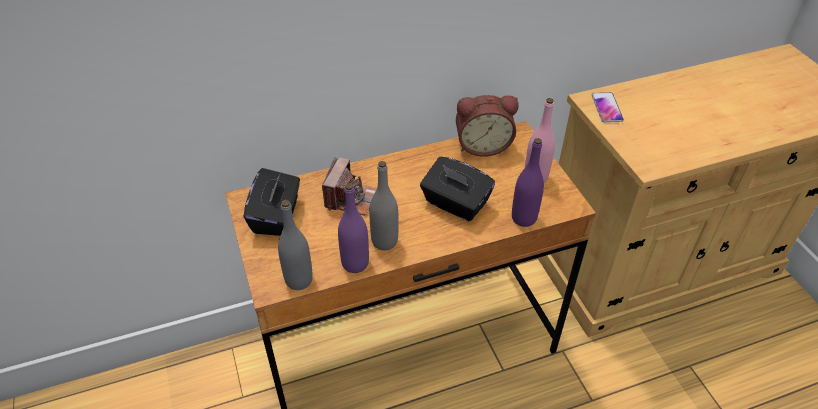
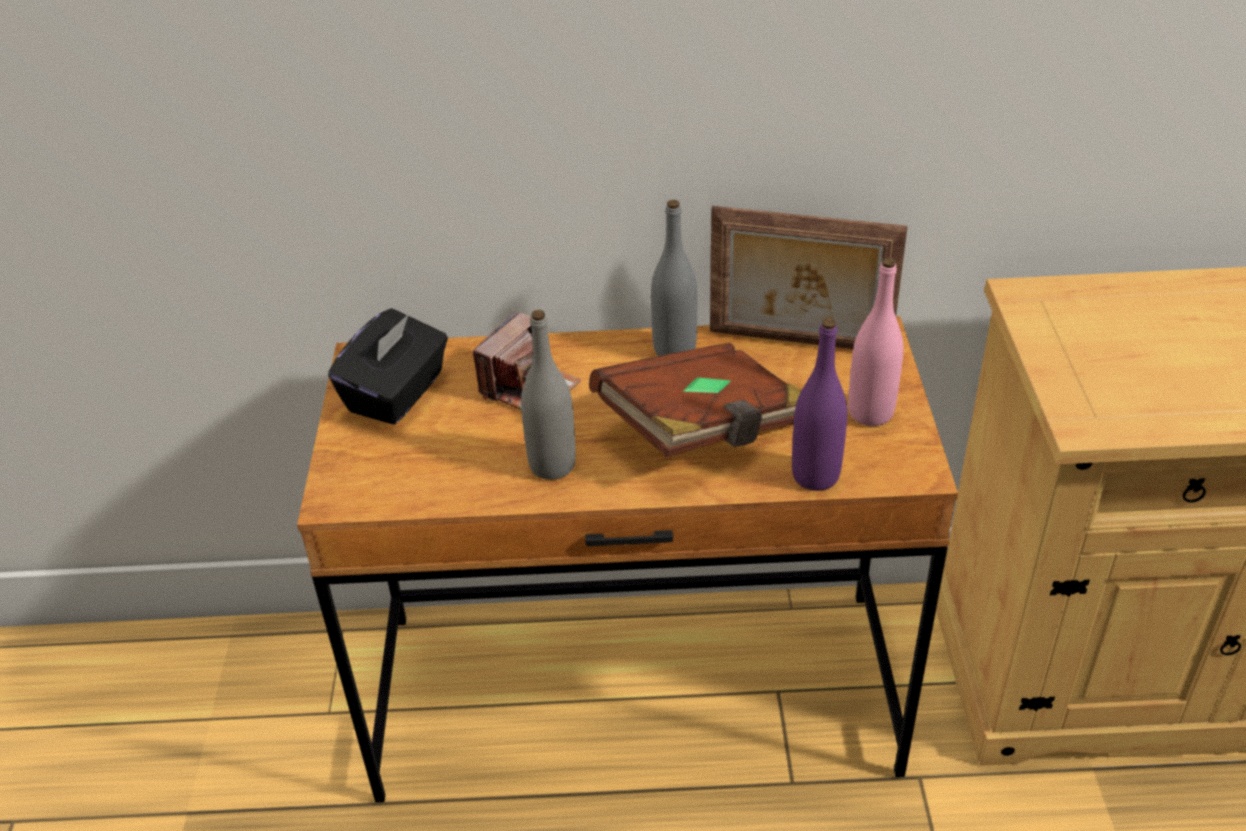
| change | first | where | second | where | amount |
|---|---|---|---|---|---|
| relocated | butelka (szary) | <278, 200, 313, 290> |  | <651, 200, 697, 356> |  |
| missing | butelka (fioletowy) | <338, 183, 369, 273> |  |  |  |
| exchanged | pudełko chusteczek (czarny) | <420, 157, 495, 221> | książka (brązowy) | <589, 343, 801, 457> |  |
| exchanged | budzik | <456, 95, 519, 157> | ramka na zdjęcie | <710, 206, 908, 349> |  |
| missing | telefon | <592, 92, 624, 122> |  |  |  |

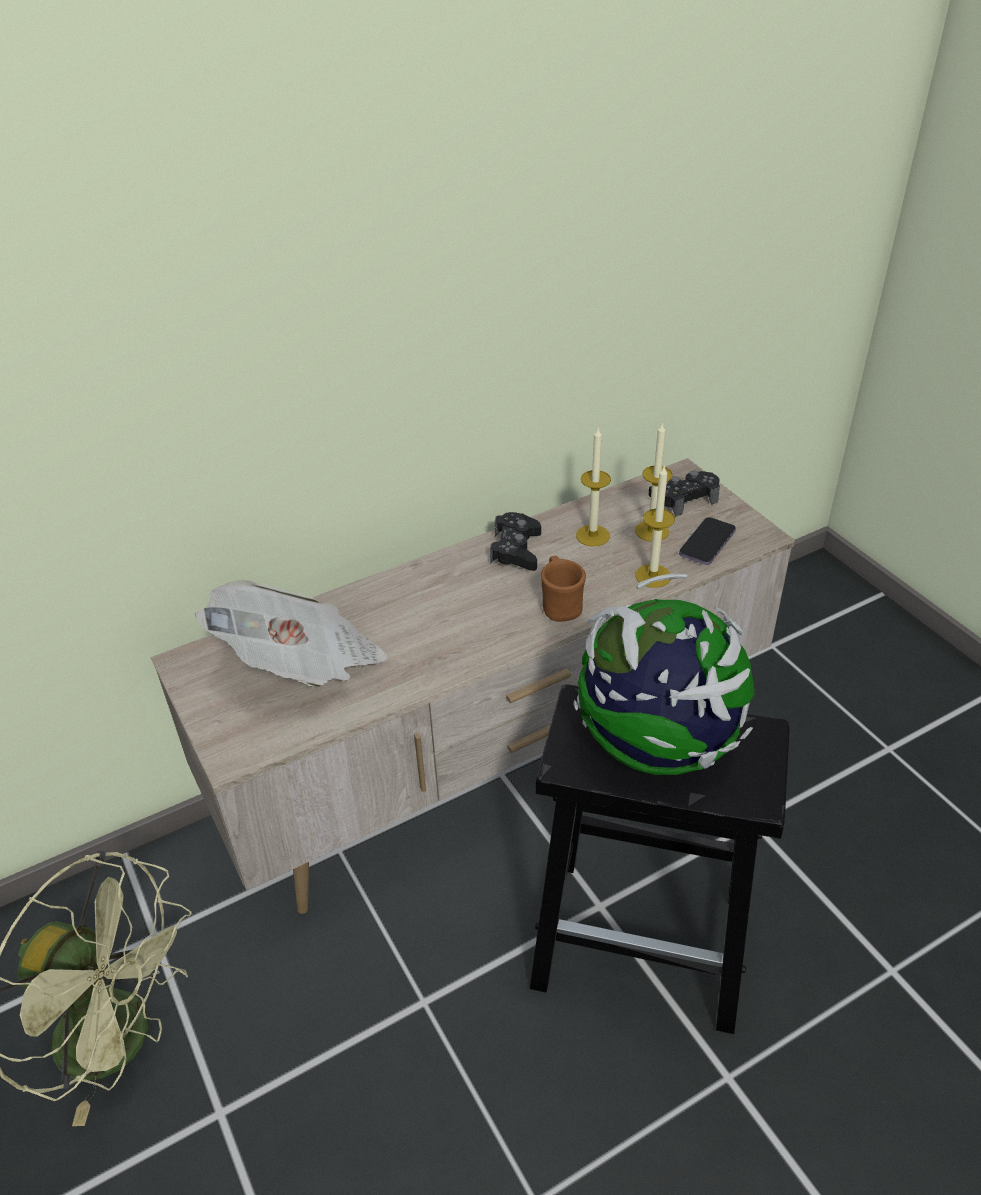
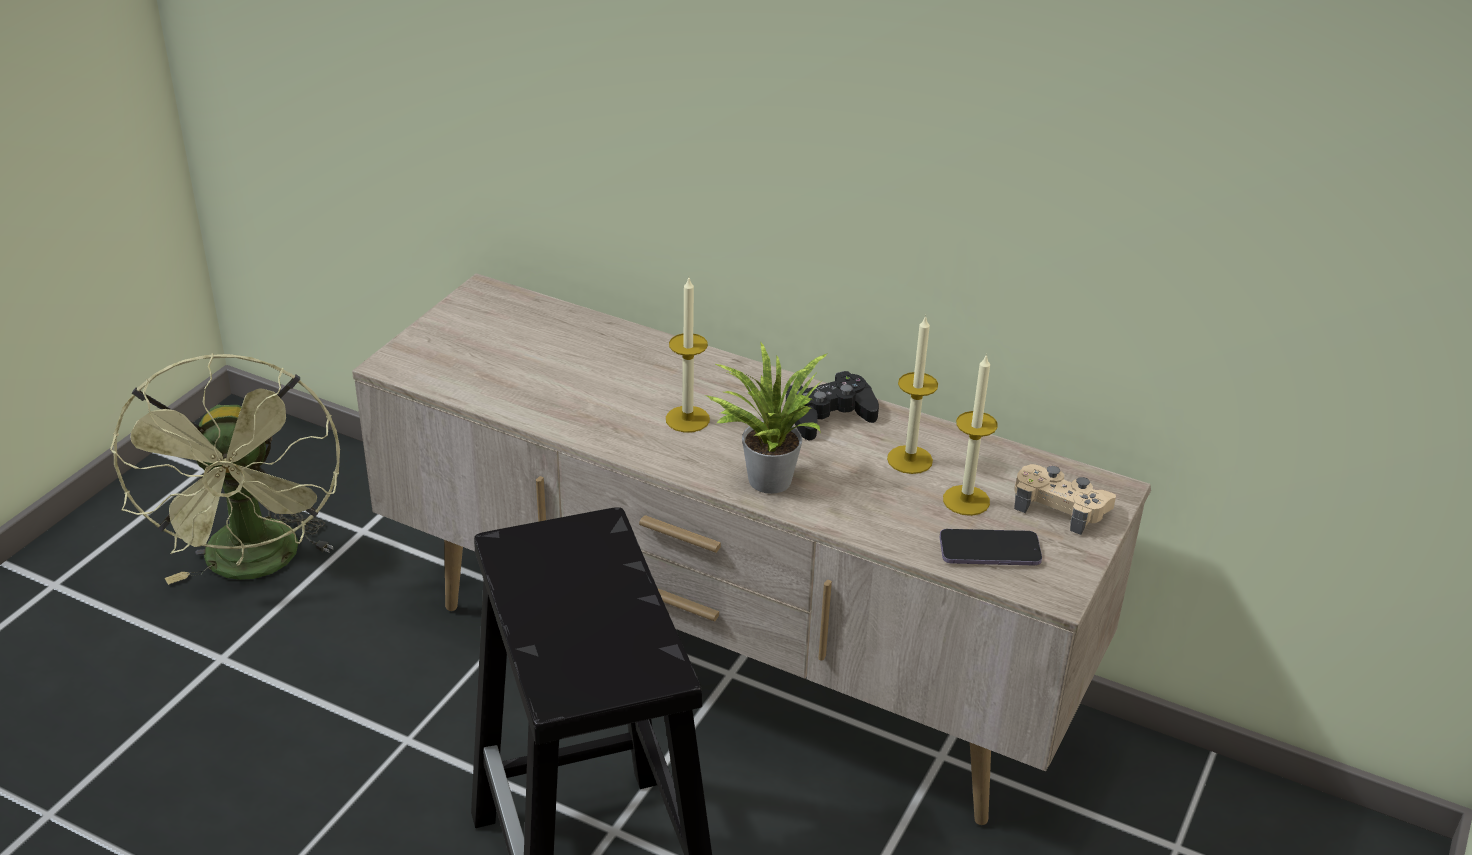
| change | first | where | second | where | amount |
|---|---|---|---|---|---|
| missing | gazeta | <195, 580, 387, 687> |  |  |  |
| exchanged | kubek (brązowy) | <541, 556, 586, 622> | roślina doniczkowa | <707, 342, 828, 494> |  |
| missing | globus | <573, 574, 755, 775> |  |  |  |
| relocated | świeca | <636, 464, 675, 588> |  | <666, 278, 710, 433> |  |
| colour | pad do gier (czarny) | <649, 471, 720, 516> | pad do gier (beżowy) | <1014, 464, 1116, 535> |  |

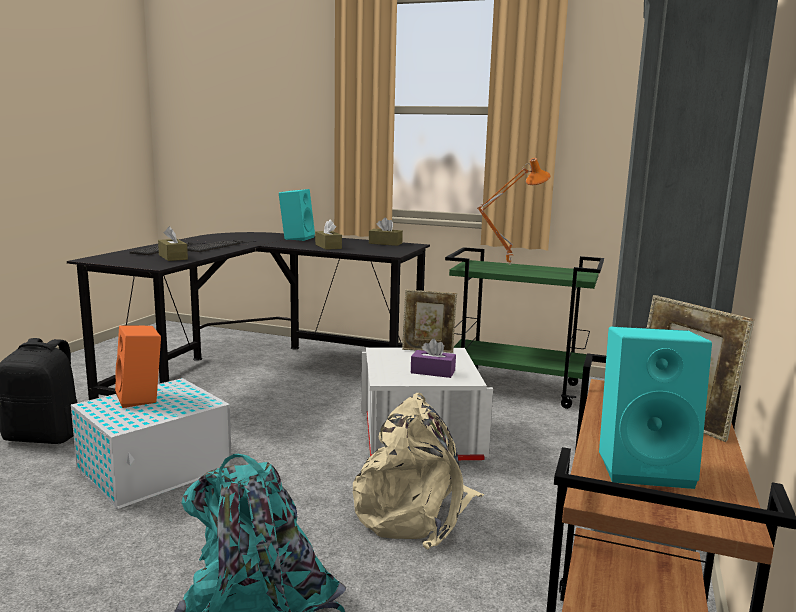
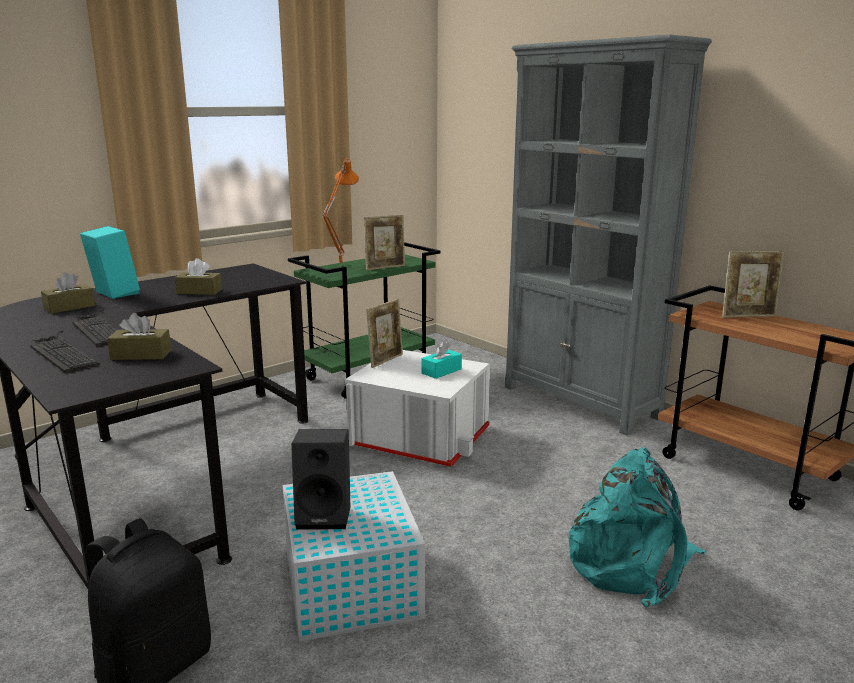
| change | first | where | second | where | amount |
|---|---|---|---|---|---|
| colour | głośnik (pomarańczowy) | <115, 325, 161, 408> | głośnik (czarny) | <291, 429, 350, 530> |  |
| missing | plecak (beżowy) | <353, 393, 484, 550> |  |  |  |
| relocated | pudełko chusteczek (brązowy) | <369, 218, 403, 246> |  | <41, 272, 95, 314> |  |
| colour | pudełko chusteczek (fioletowy) | <411, 339, 456, 378> | pudełko chusteczek (turkusowy) | <422, 341, 462, 379> |  |
| missing | głośnik (turkusowy) | <599, 327, 712, 489> |  |  |  |
| appeared |  |  | ramka na zdjęcie | <364, 215, 405, 270> |  |

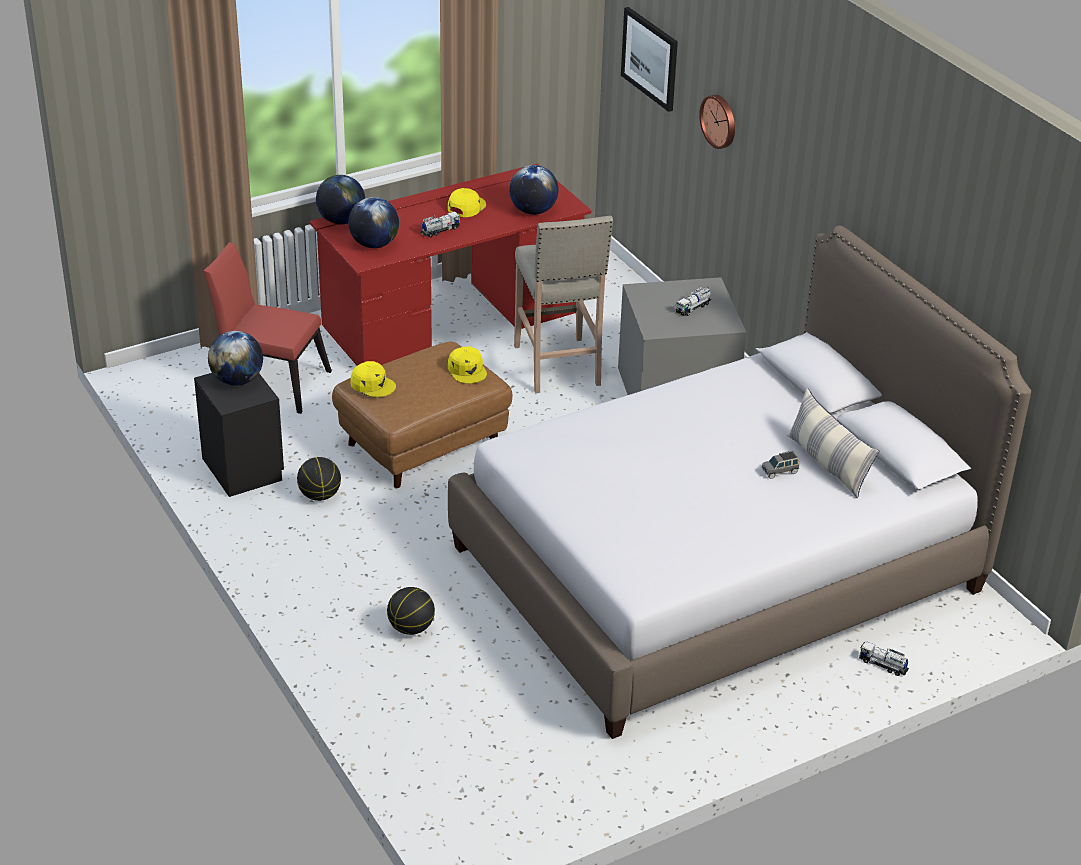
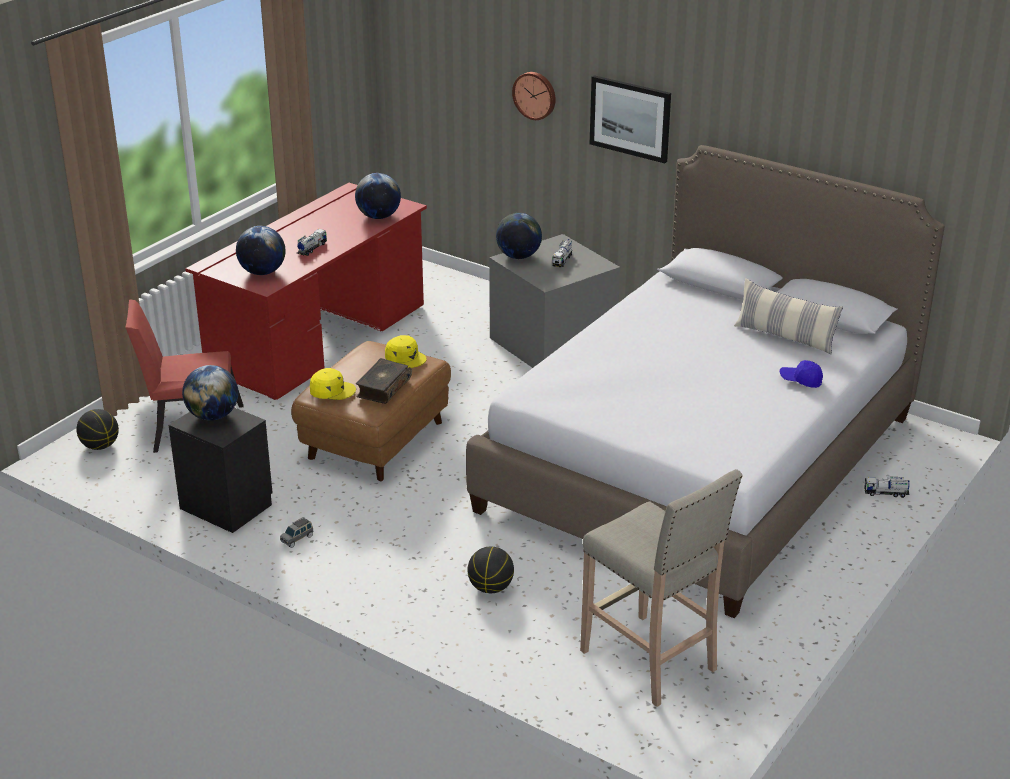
| change | first | where | second | where | amount |
|---|---|---|---|---|---|
| relocated | piłka do koszykówki | <297, 457, 341, 501> |  | <76, 409, 119, 450> |  |
| relocated | globus | <316, 175, 365, 225> |  | <496, 213, 542, 259> |  |
| missing | czapka z daszkiem (żółty) | <448, 188, 486, 217> |  |  |  |
| relocated | stołek (beżowy) | <514, 216, 613, 393> |  | <580, 469, 743, 707> |  |
| relocated | obraz | <621, 7, 678, 112> |  | <590, 75, 671, 163> |  |
| relocated | samochodzik (szary) | <762, 451, 799, 479> |  | <280, 517, 314, 548> |  |
| appeared |  |  | książka | <356, 358, 412, 404> |  |
| appeared |  |  | czapka z daszkiem (niebieski) | <780, 360, 823, 388> |  |

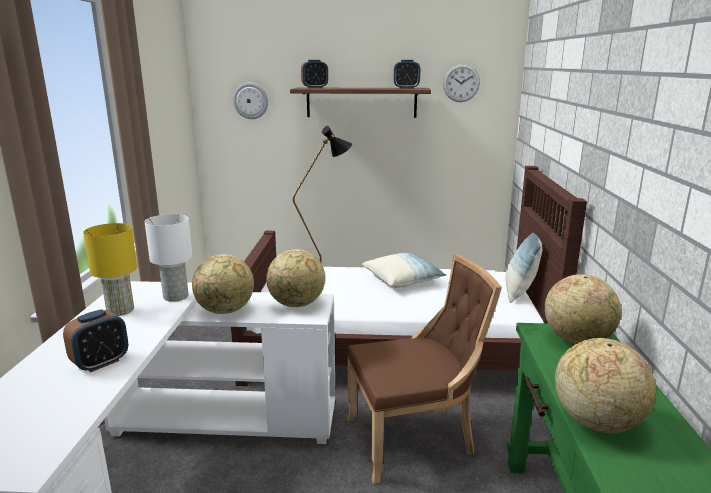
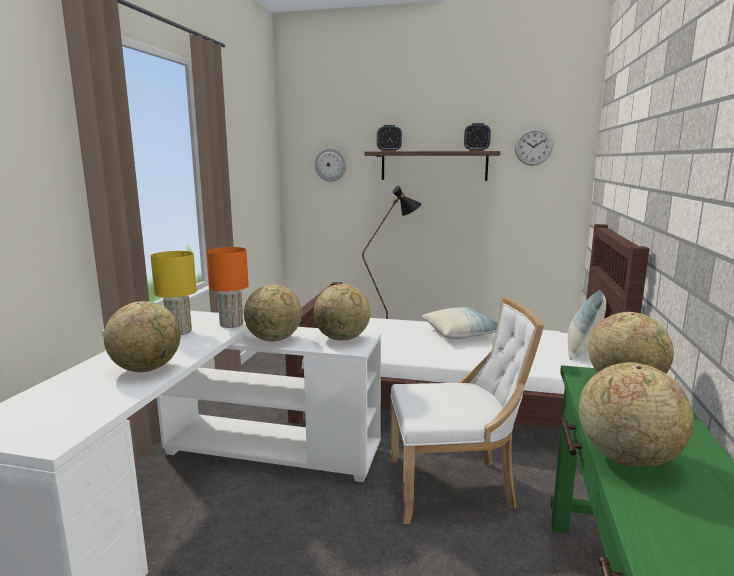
| change | first | where | second | where | amount |
|---|---|---|---|---|---|
| exchanged | budzik | <63, 309, 128, 372> | globus | <104, 301, 181, 372> |  |
| colour | lampa stołowa (biały) | <145, 214, 193, 302> | lampa stołowa (pomarańczowy) | <206, 247, 249, 328> |  |
| colour | krzesło (brązowy) | <347, 254, 502, 484> | krzesło (biały) | <389, 298, 544, 524> |  |

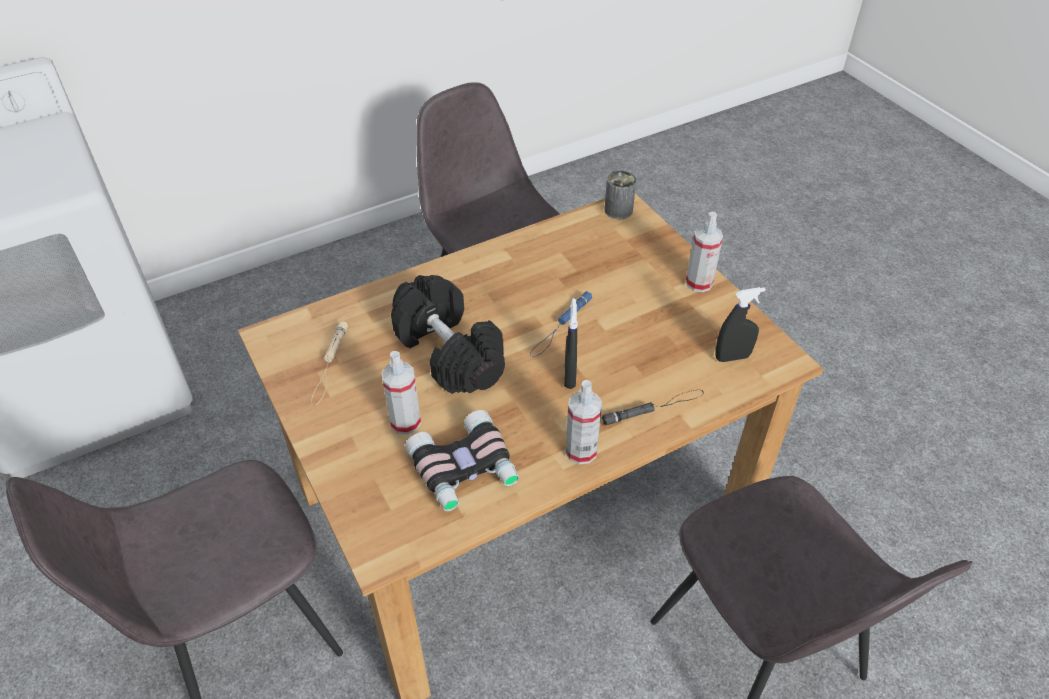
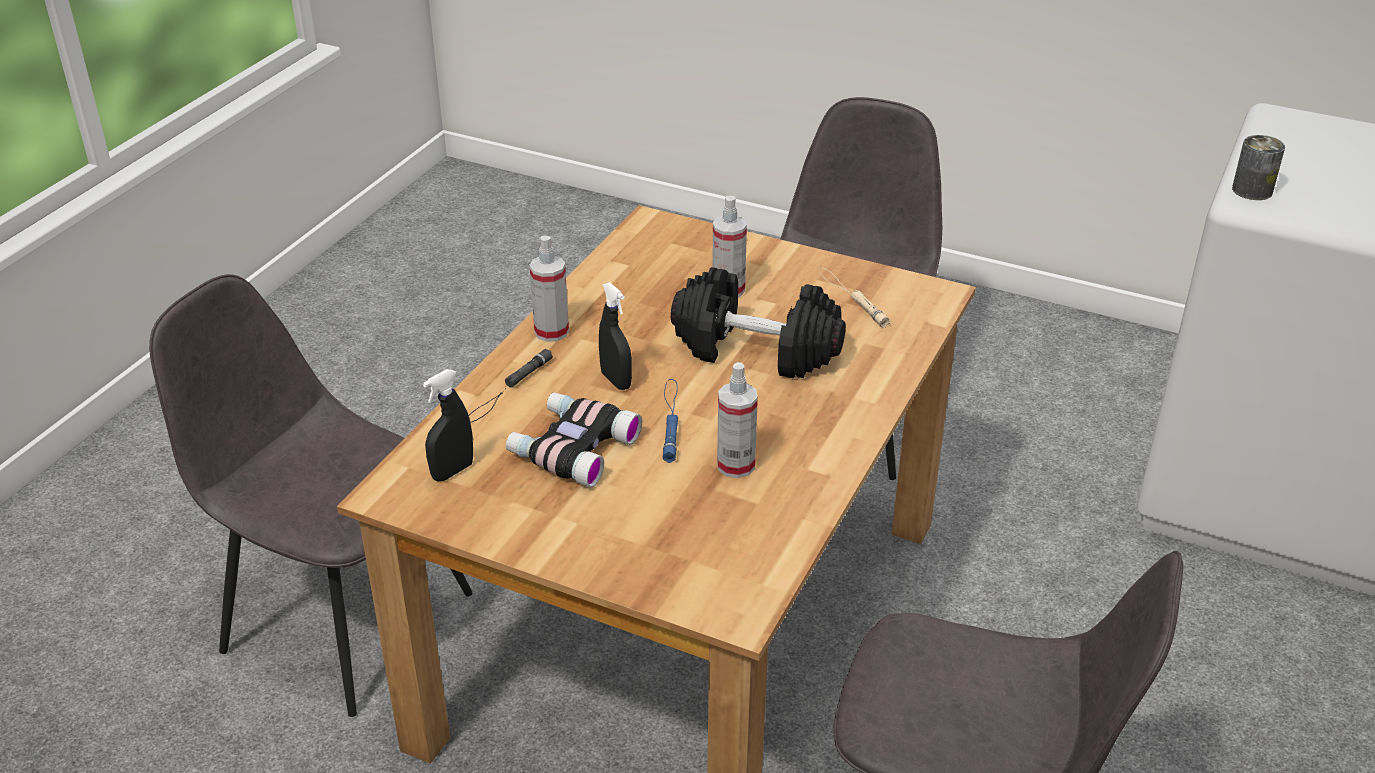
| change | first | where | second | where | amount |
|---|---|---|---|---|---|
| relocated | lornetka | <405, 410, 519, 511> |  | <506, 392, 642, 487> |  |
| relocated | puszka | <604, 170, 636, 219> |  | <1232, 135, 1285, 200> |  |
| relocated | spryskiwacz | <686, 212, 723, 292> |  | <717, 362, 758, 478> |  |

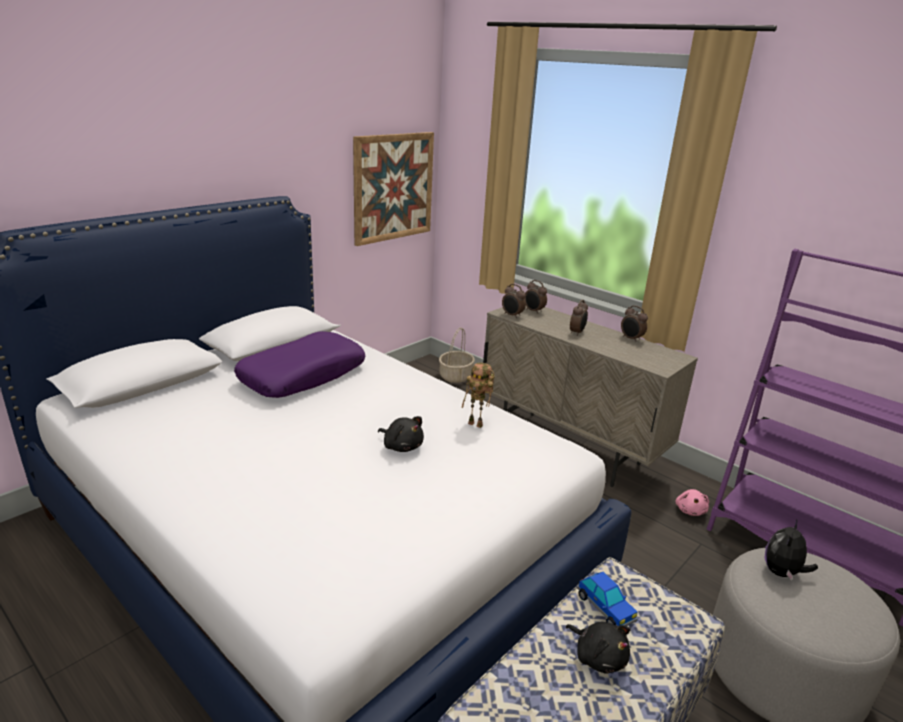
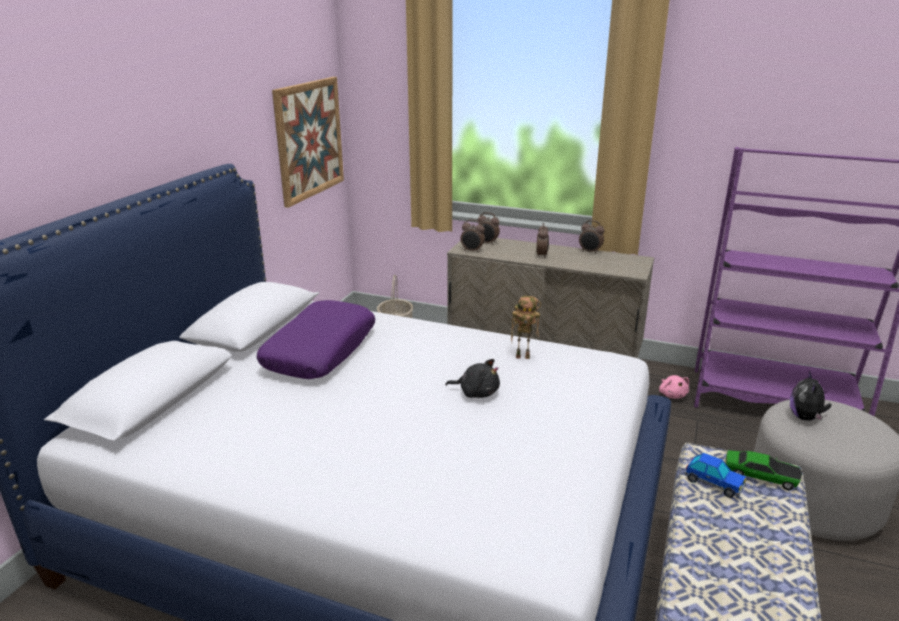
| change | first | where | second | where | amount |
|---|---|---|---|---|---|
| missing | pluszak (czarny) | <566, 622, 631, 674> |  |  |  |
| appeared |  |  | samochodzik | <725, 450, 802, 490> |  |

